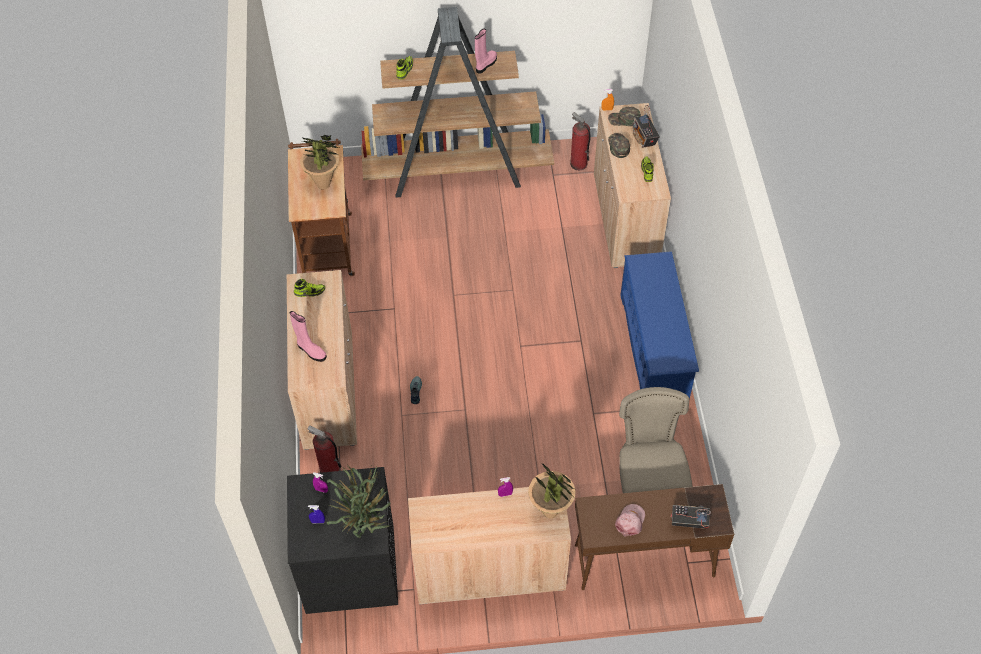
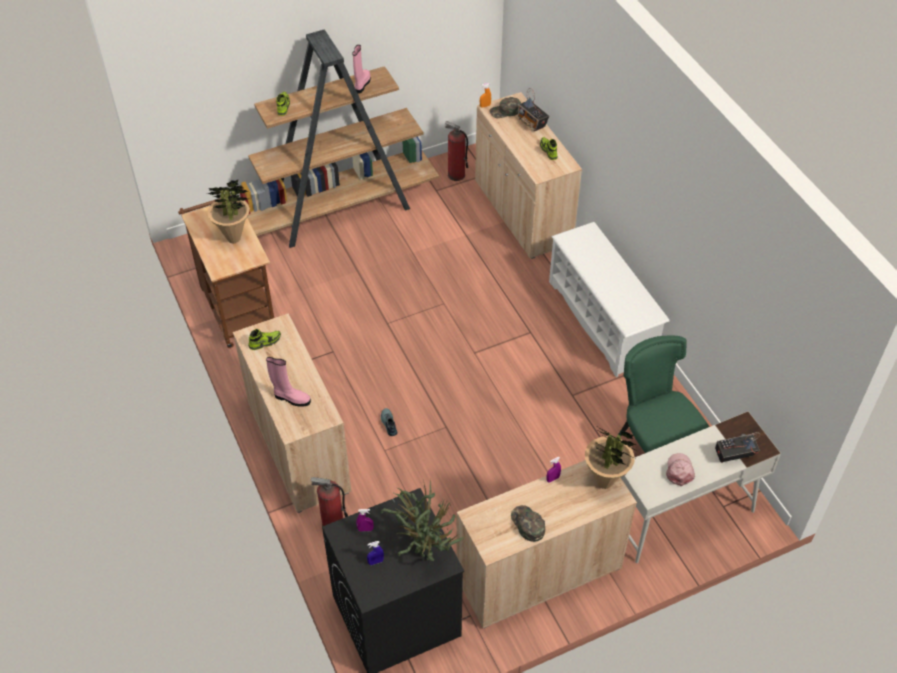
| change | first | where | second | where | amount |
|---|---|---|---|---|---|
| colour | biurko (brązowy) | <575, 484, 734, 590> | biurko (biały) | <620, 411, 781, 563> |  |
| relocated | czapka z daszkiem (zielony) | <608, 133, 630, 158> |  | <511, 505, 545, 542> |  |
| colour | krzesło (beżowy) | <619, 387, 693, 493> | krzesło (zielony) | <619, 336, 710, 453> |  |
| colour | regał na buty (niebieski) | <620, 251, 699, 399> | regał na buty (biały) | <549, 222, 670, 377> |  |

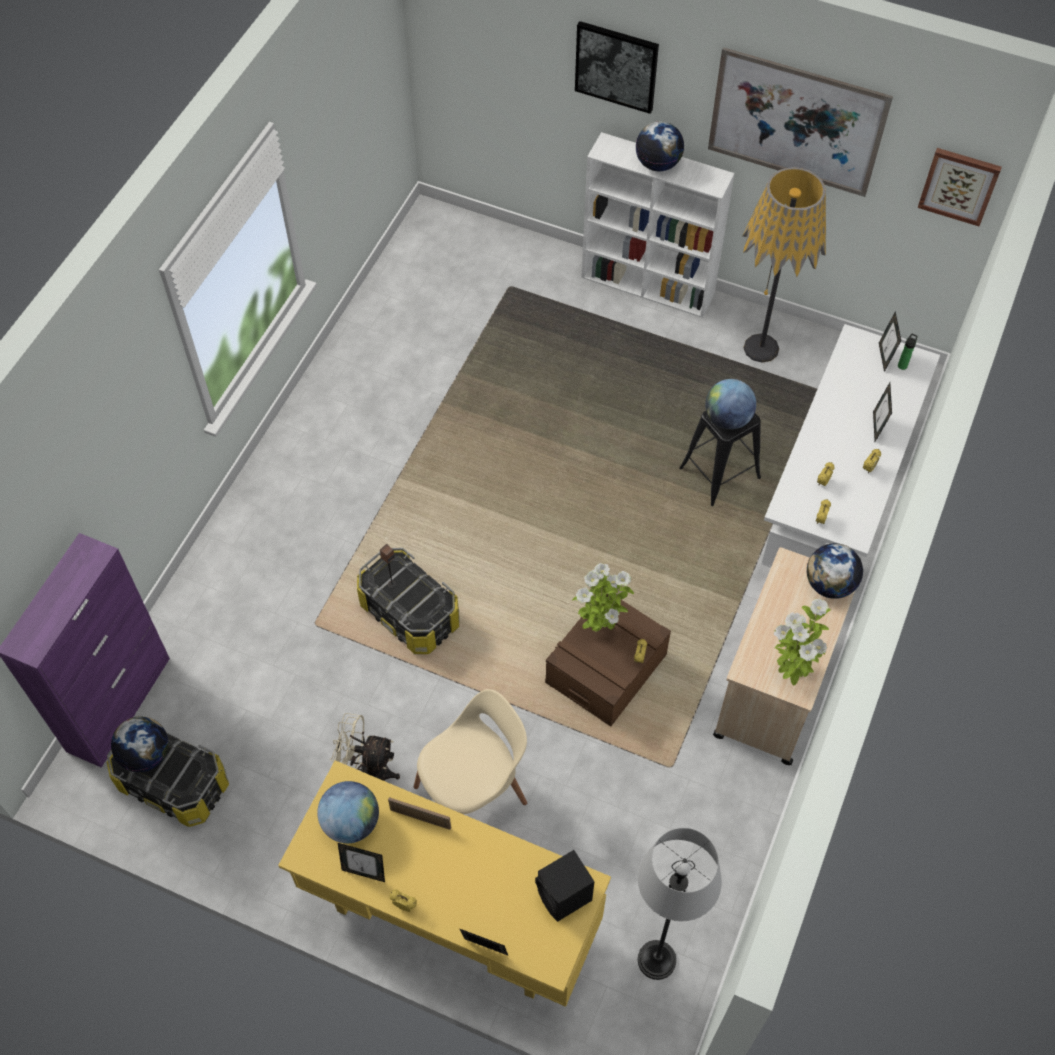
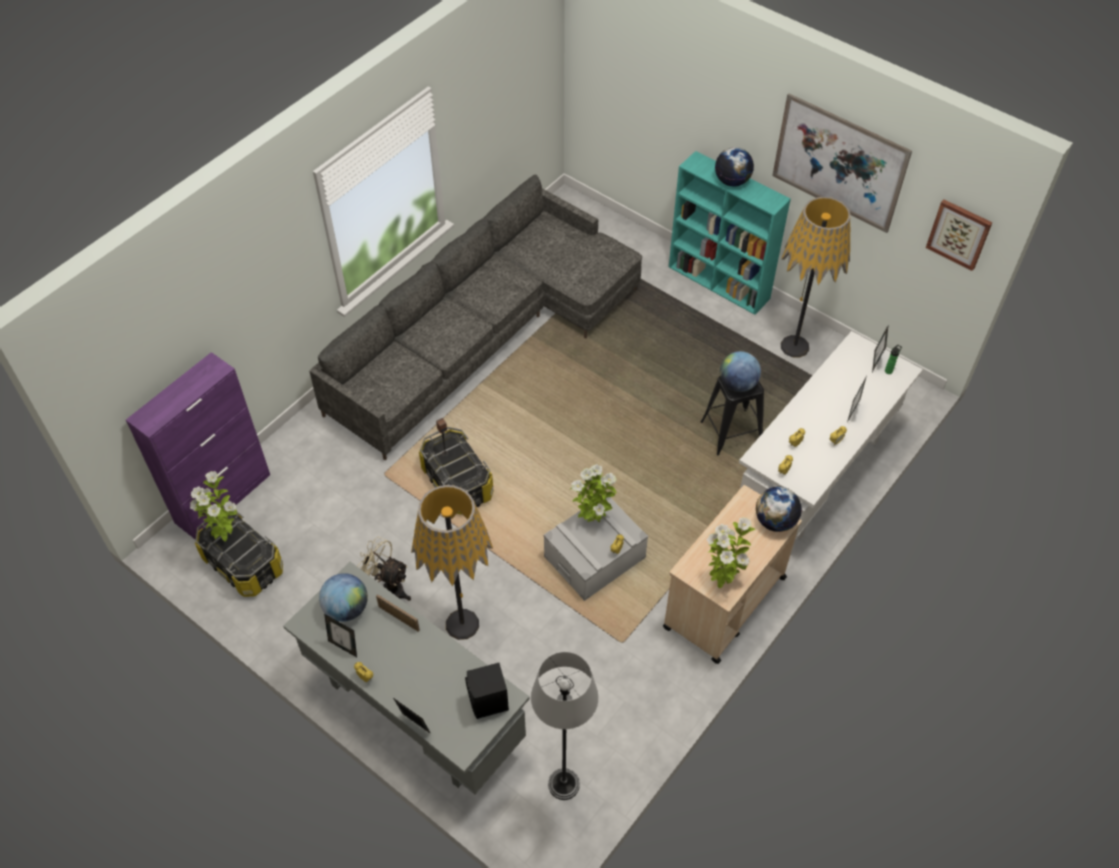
| change | first | where | second | where | amount |
|---|---|---|---|---|---|
| exchanged | globus | <111, 716, 168, 772> | roślina doniczkowa | <190, 471, 237, 541> |  |
| colour | biurko (żółty) | <278, 760, 611, 1007> | biurko (szary) | <283, 562, 530, 794> |  |
| exchanged | krzesło (beżowy) | <414, 689, 527, 814> | lampa stojąca | <411, 485, 493, 640> |  |
| colour | pojemnik do przechowywania (brązowy) | <545, 594, 671, 726> | pojemnik do przechowywania (szary) | <543, 497, 648, 601> |  |
| missing | obraz | <575, 21, 659, 114> |  |  |  |
| colour | regał (biały) | <581, 132, 735, 318> | regał (turkusowy) | <669, 151, 791, 315> |  |
| appeared |  |  | kanapa (szary) | <309, 175, 642, 460> |  |

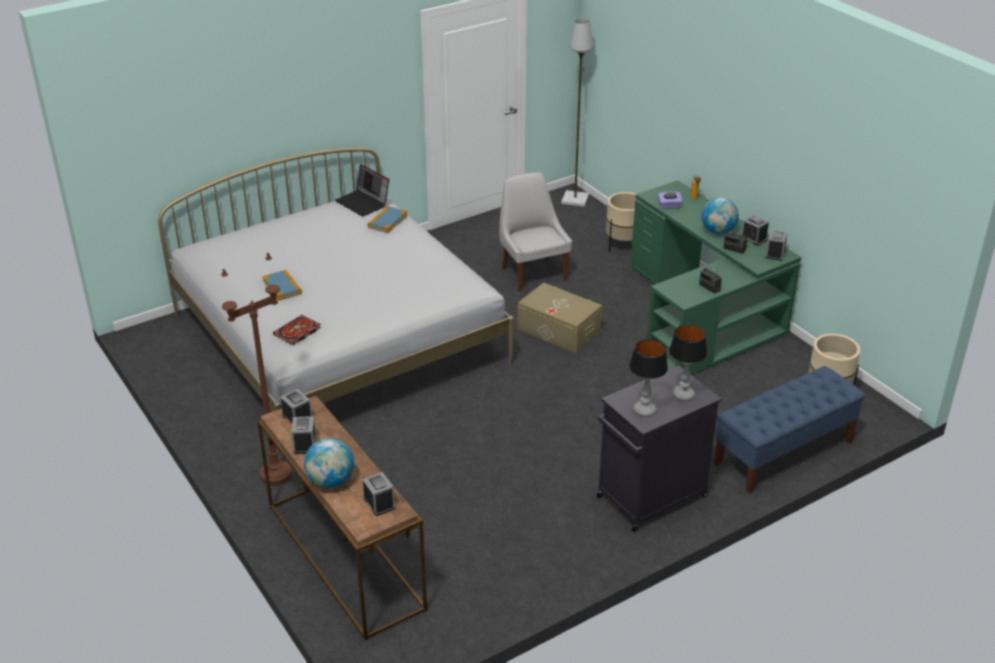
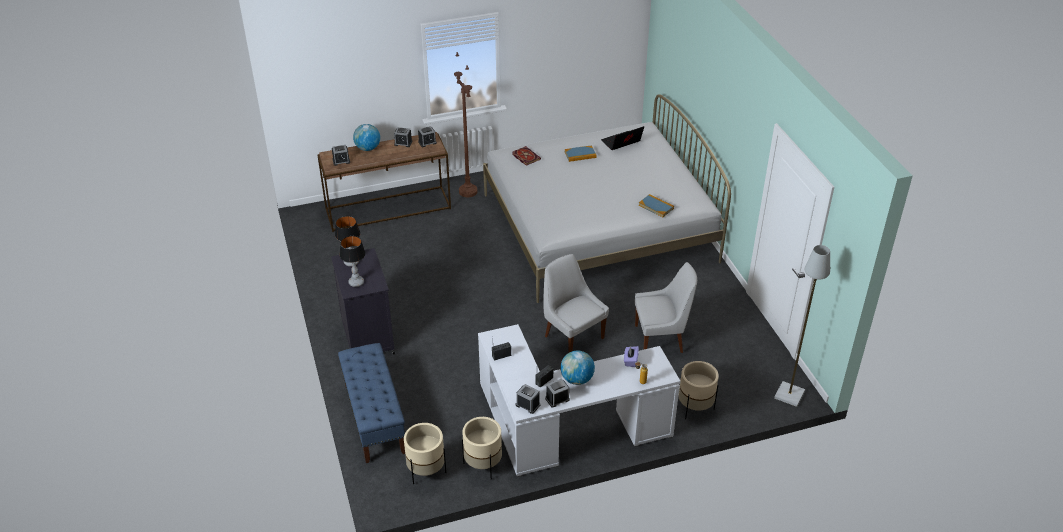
| change | first | where | second | where | amount |
|---|---|---|---|---|---|
| relocated | laptop | <335, 164, 389, 216> |  | <601, 126, 644, 150> |  |
| exchanged | pojemnik do przechowywania (beżowy) | <518, 283, 602, 353> | krzesło (biały) | <543, 254, 609, 353> |  |
| colour | biurko (zielony) | <630, 180, 802, 375> | biurko (biały) | <478, 324, 681, 477> |  |
| appeared |  |  | donica (beżowy) | <462, 417, 502, 479> |  |

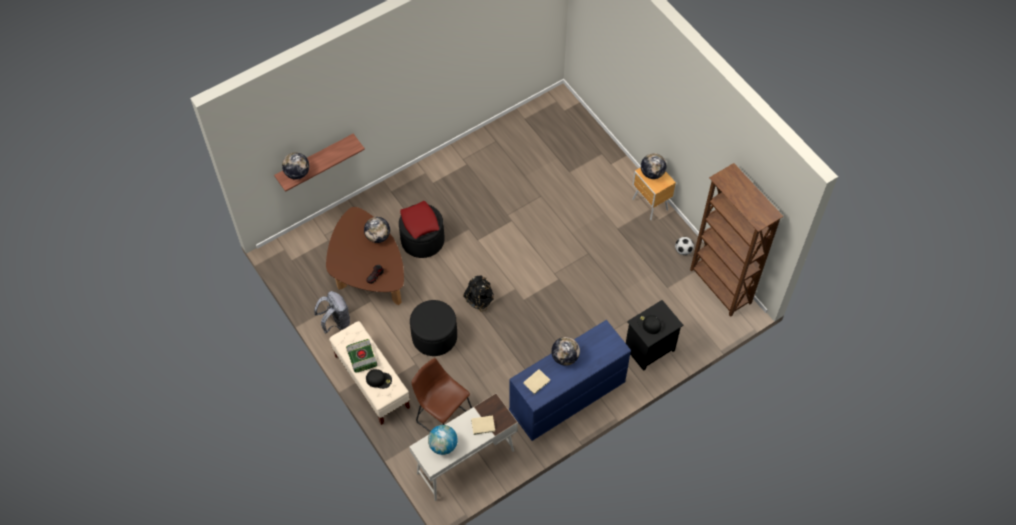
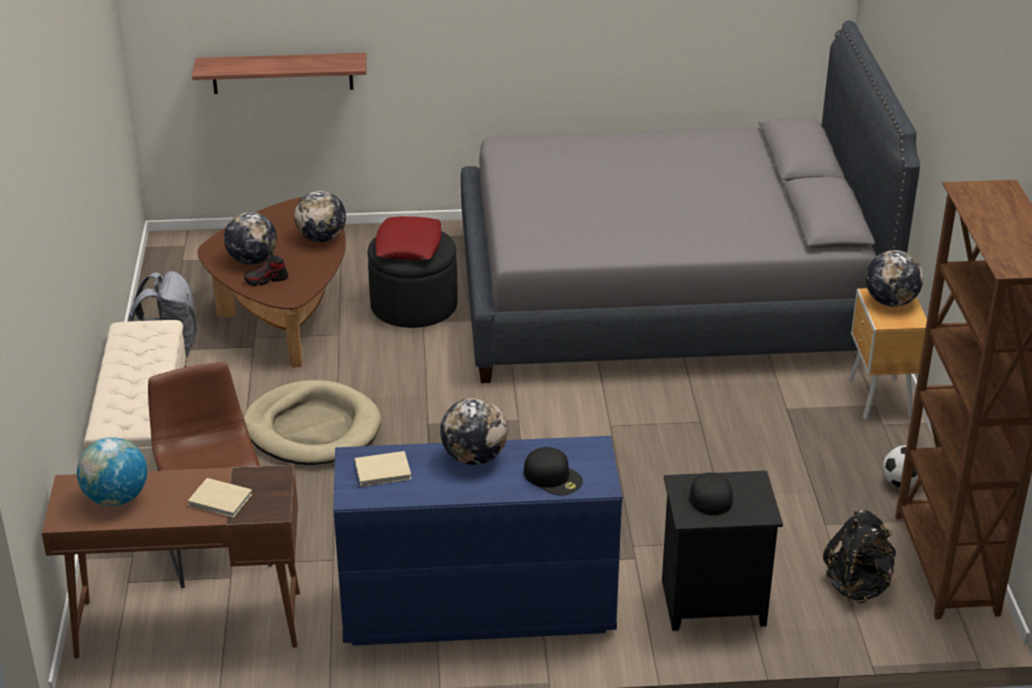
| change | first | where | second | where | amount |
|---|---|---|---|---|---|
| relocated | globus | <282, 152, 309, 180> |  | <224, 212, 277, 265> |  |
| missing | książka | <346, 339, 377, 373> |  |  |  |
| relocated | czapka z daszkiem (czarny) | <366, 369, 392, 389> |  | <524, 447, 583, 495> |  |
| colour | biurko (biały) | <409, 394, 518, 501> | biurko (brązowy) | <42, 465, 300, 659> |  |
| exchanged | pufa (czarny) | <410, 300, 457, 356> | legowisko (beżowy) | <243, 380, 381, 465> |  |
| relocated | plecak (czarny) | <463, 275, 494, 312> |  | <823, 510, 896, 604> |  |
| appeared |  |  | łóżko (szary) | <461, 20, 920, 383> |  |

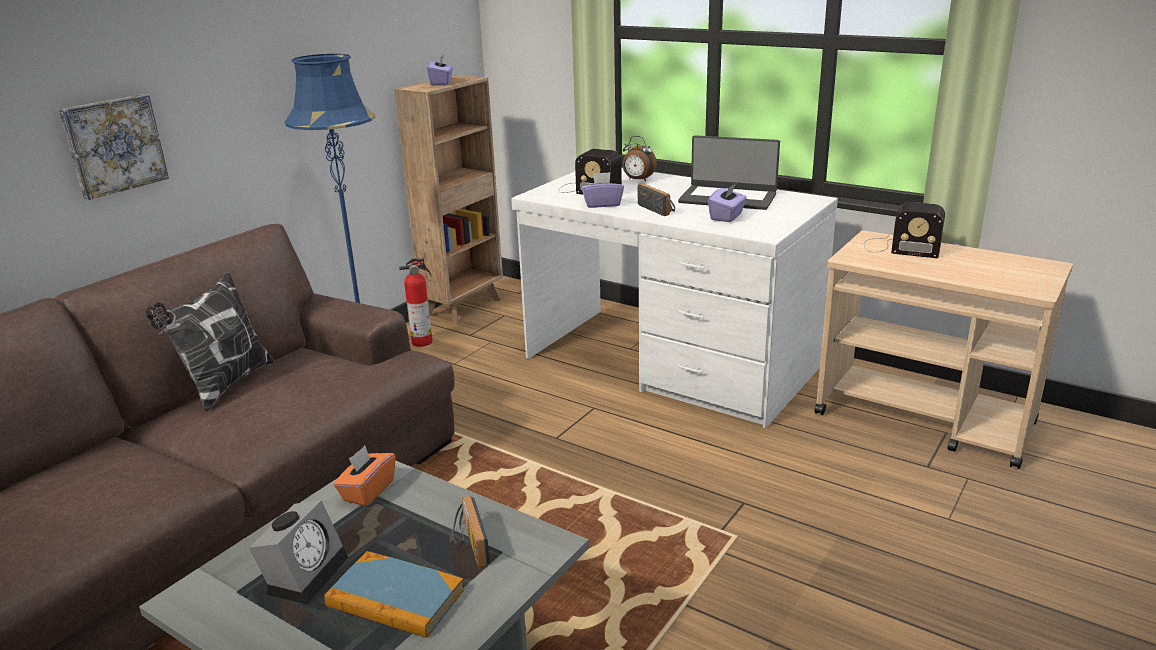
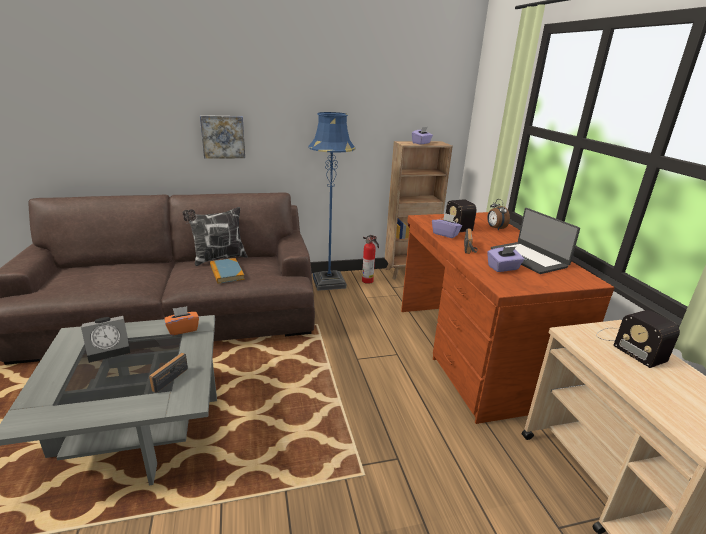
| change | first | where | second | where | amount |
|---|---|---|---|---|---|
| relocated | książka | <324, 551, 464, 638> |  | <210, 258, 245, 284> |  |
| colour | biurko (biały) | <511, 168, 838, 428> | biurko (brązowy) | <401, 212, 614, 424> |  |

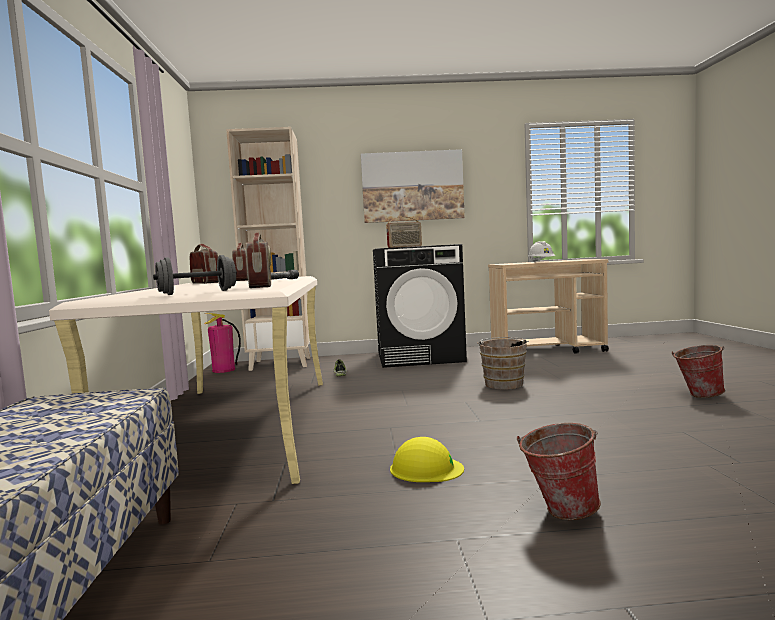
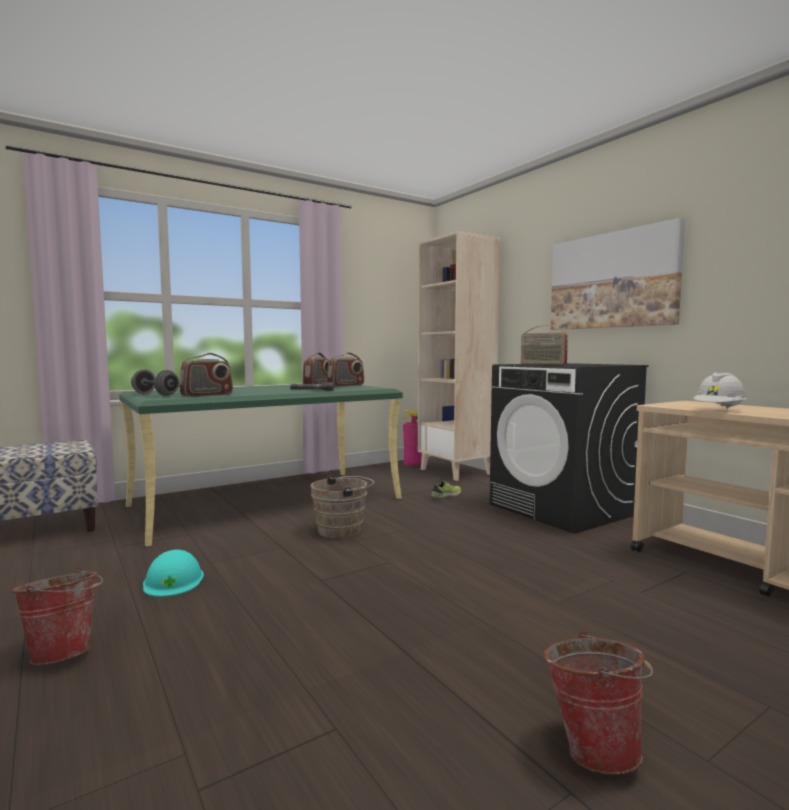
| change | first | where | second | where | amount |
|---|---|---|---|---|---|
| colour | biurko (beżowy) | <49, 276, 323, 484> | biurko (zielony) | <119, 385, 403, 547> |  |
| colour | kask (żółty) | <390, 437, 464, 482> | kask (turkusowy) | <143, 550, 204, 597> |  |
| relocated | wiadro (brązowy) | <477, 337, 529, 390> |  | <310, 475, 374, 539> |  |

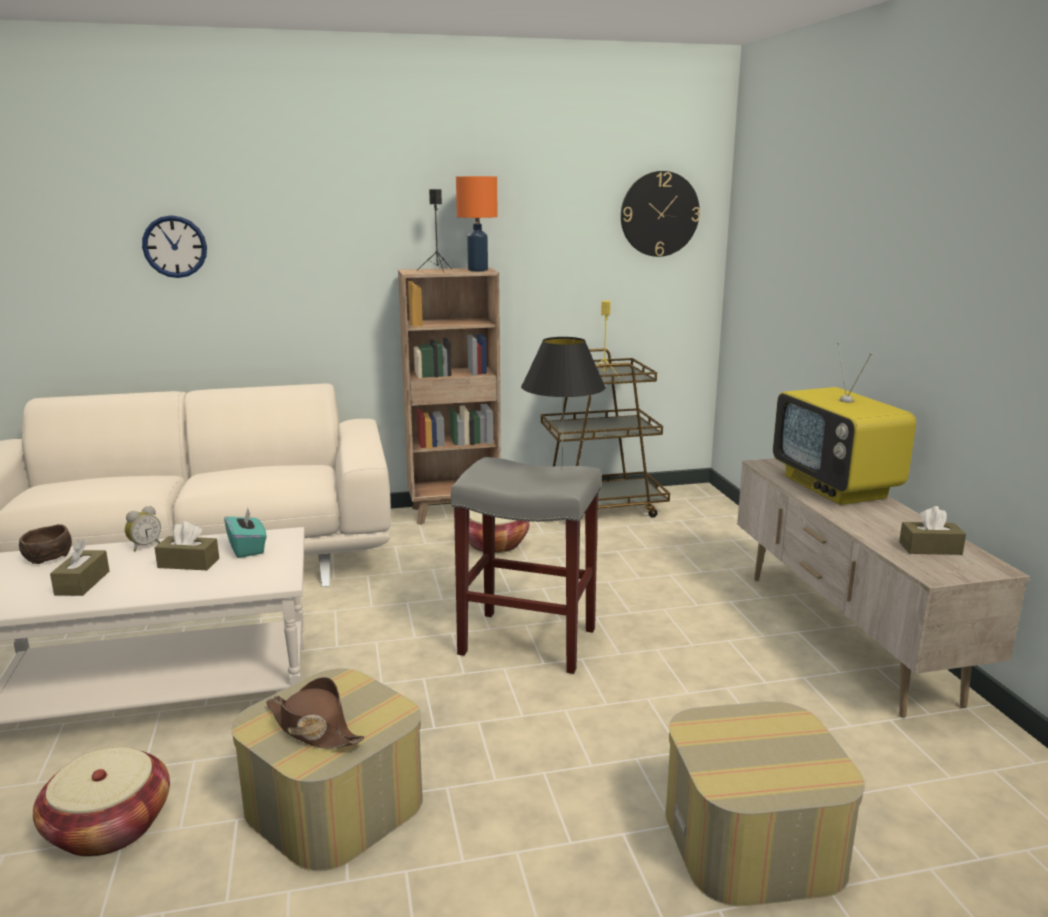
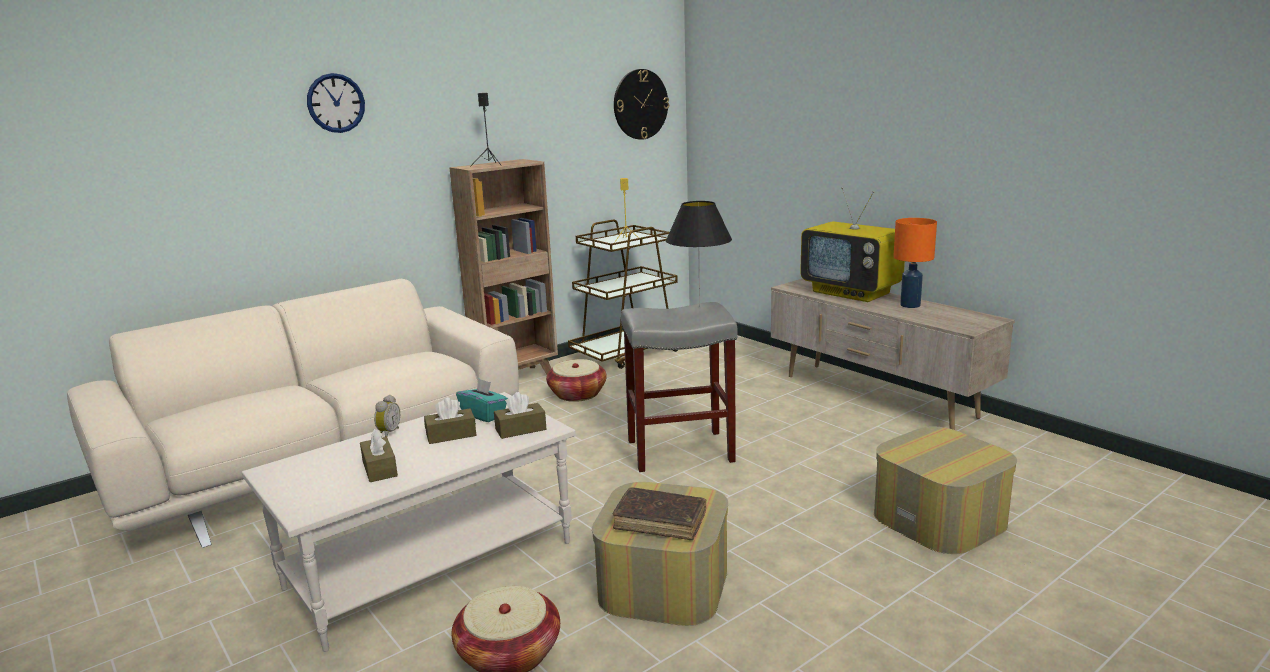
| change | first | where | second | where | amount |
|---|---|---|---|---|---|
| missing | miska (brązowy) | <19, 524, 72, 564> |  |  |  |
| relocated | zegar ścienny | <142, 215, 207, 278> |  | <307, 73, 365, 133> |  |
| exchanged | kapelusz (brązowy) | <266, 677, 365, 749> | książka (brązowy) | <613, 487, 706, 540> |  |
| relocated | lampa stołowa (pomarańczowy) | <456, 176, 498, 271> |  | <893, 218, 937, 308> |  |
| relocated | pudełko chusteczek (brązowy) | <899, 506, 966, 555> |  | <494, 392, 546, 439> |  |

